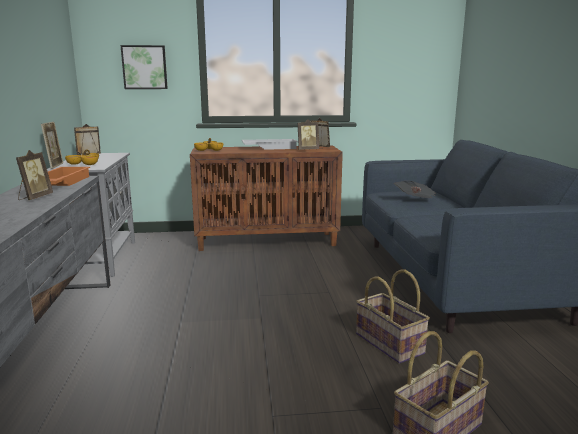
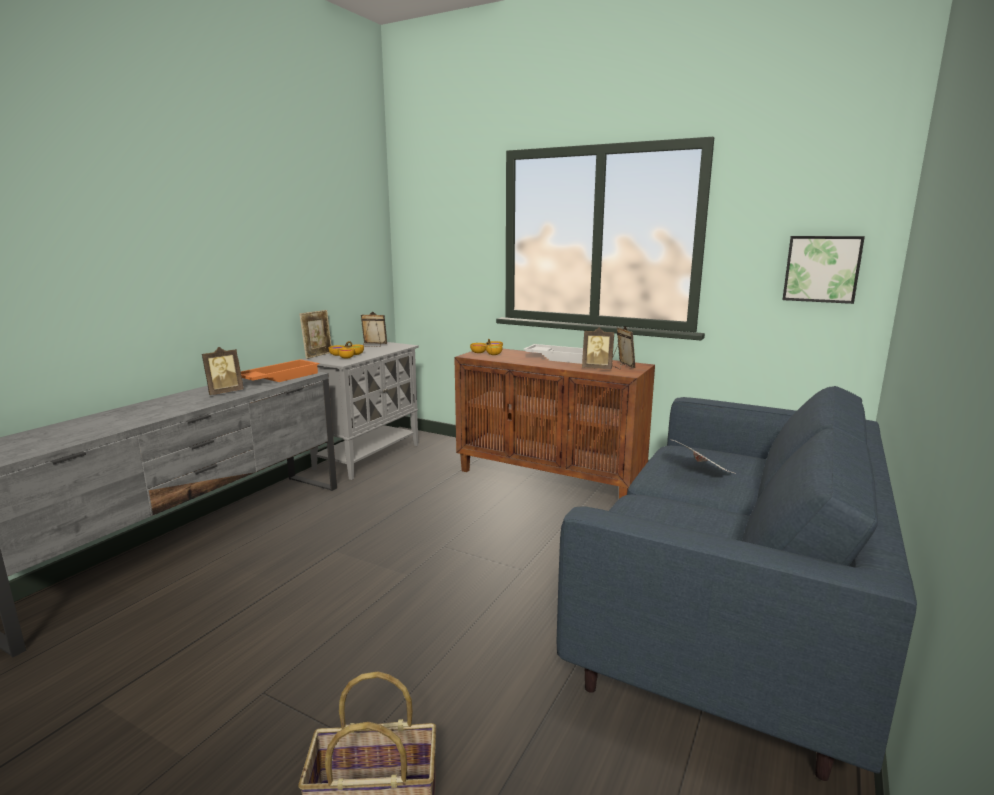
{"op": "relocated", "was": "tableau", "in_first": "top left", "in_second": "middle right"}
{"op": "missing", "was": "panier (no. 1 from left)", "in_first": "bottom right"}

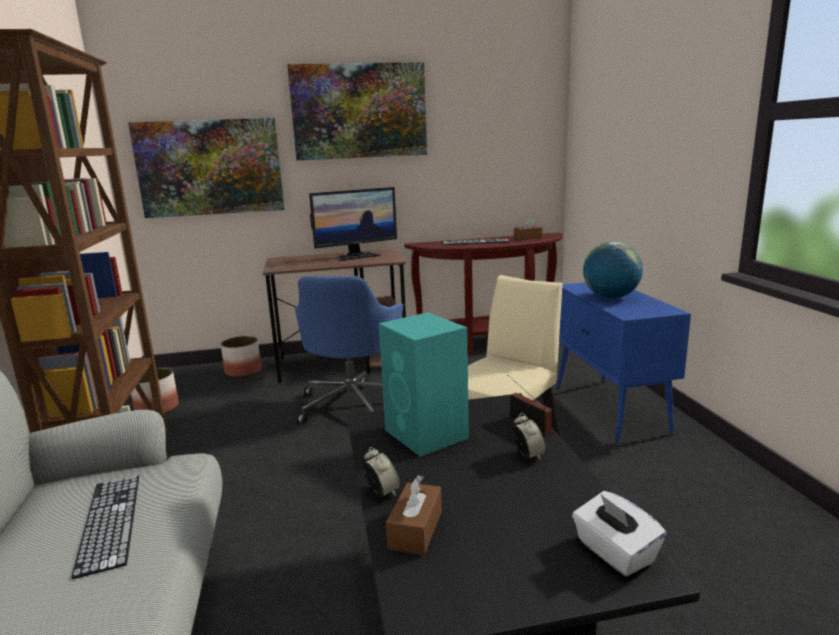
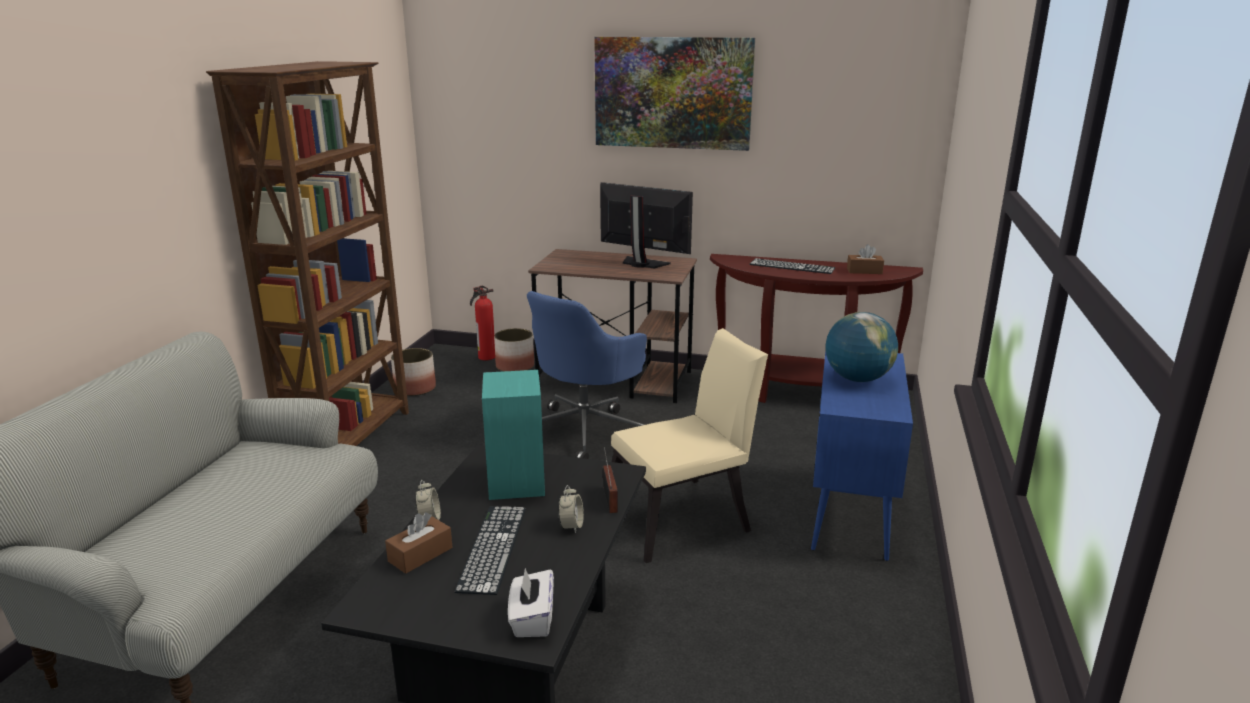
{"op": "relocated", "was": "clavier (no. 1 from left)", "in_first": "bottom left", "in_second": "bottom centre"}
{"op": "appeared", "now": "extincteur", "in_second": "centre"}
{"op": "spun", "was": "écran d'ordinateur", "in_first": "centre", "in_second": "top centre", "clockwise": -150}
{"op": "missing", "was": "tableau (no. 1 from left)", "in_first": "top left"}

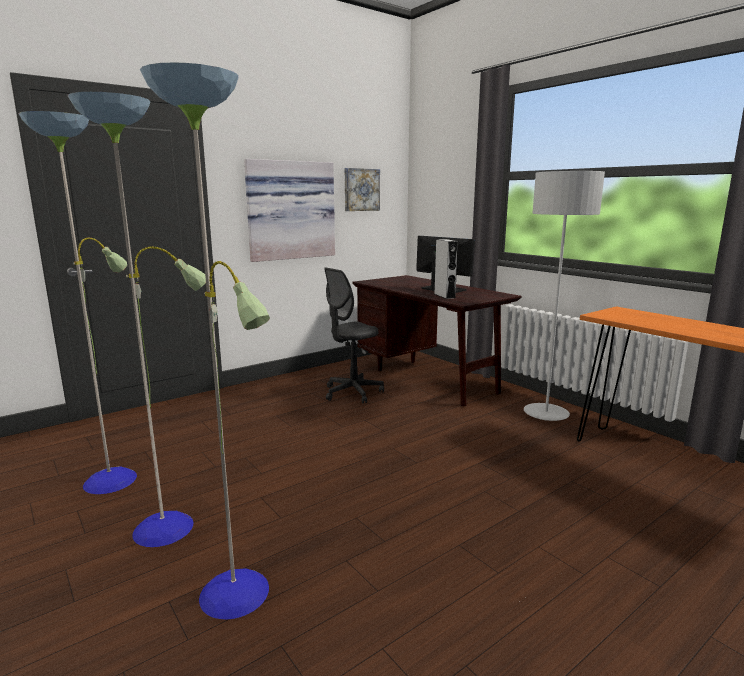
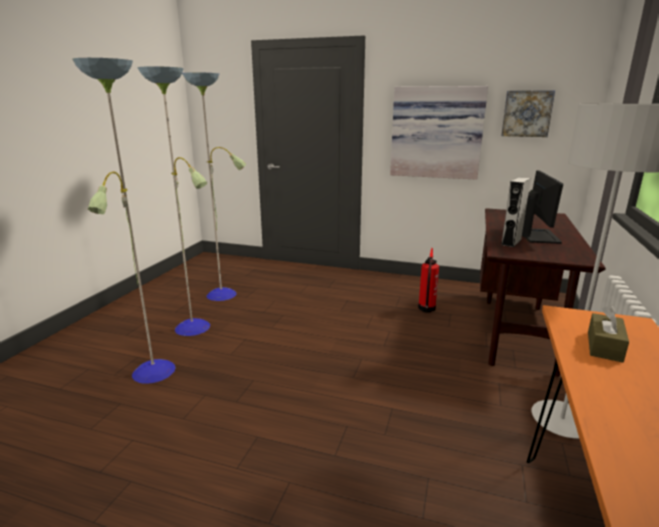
{"op": "exchanged", "was": "chaise de bureau/gris", "now": "extincteur", "in_first": "centre", "in_second": "centre"}
{"op": "appeared", "now": "boîte à mouchoirs/marron", "in_second": "middle right"}

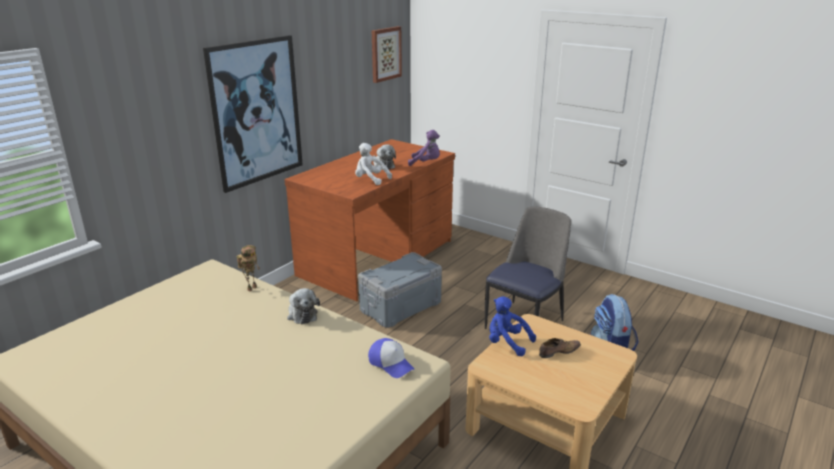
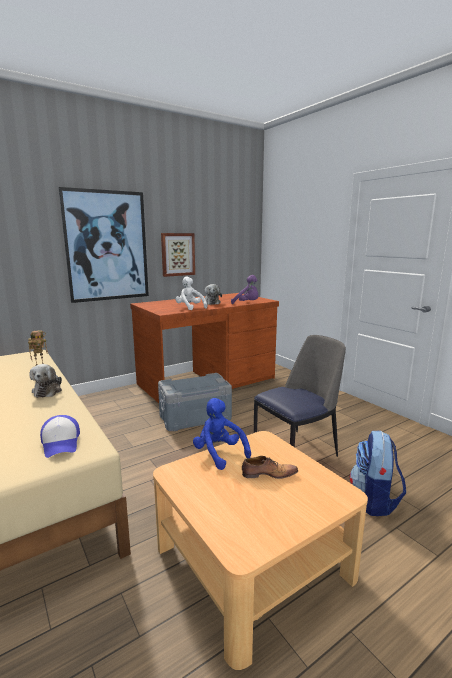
{"op": "relocated", "was": "tableau (no. 2 from left)", "in_first": "top centre", "in_second": "centre"}

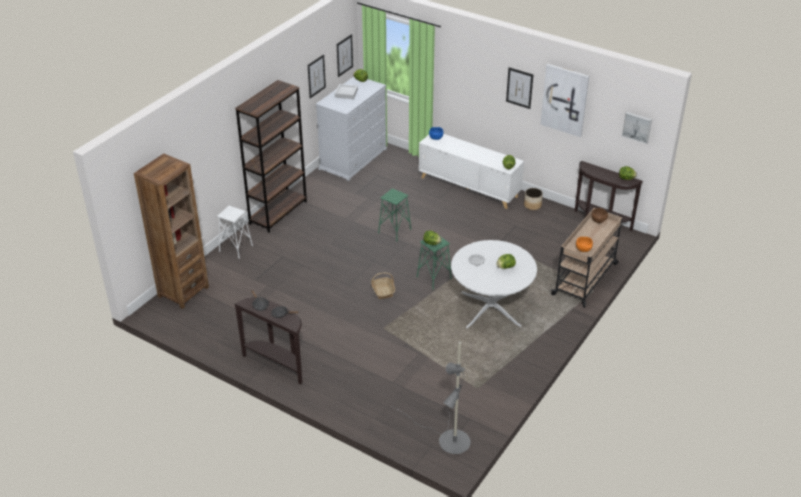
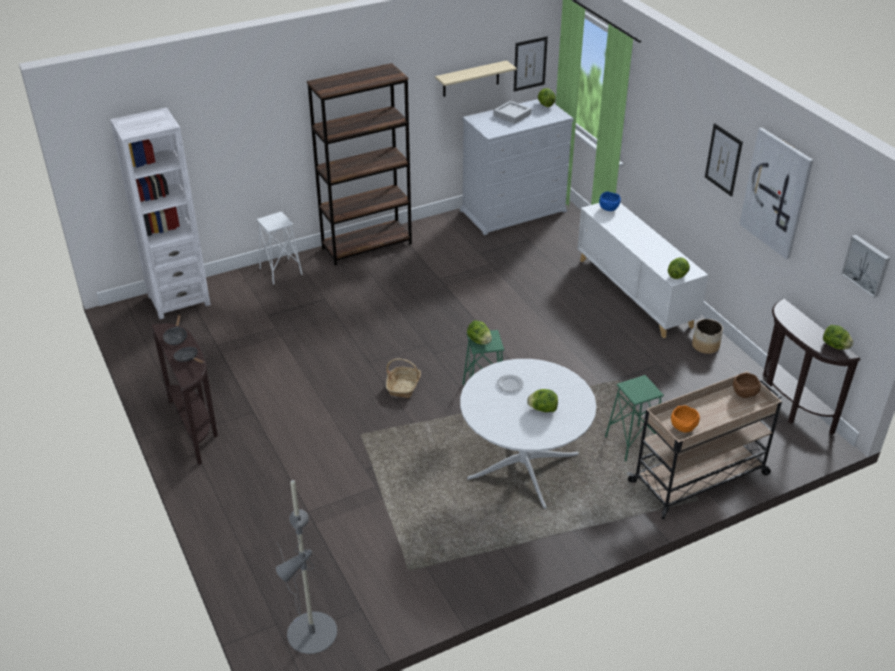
{"op": "colour", "was": "bibliothèque/marron (no. 1 from left)", "now": "bibliothèque/blanc", "in_first": "middle left", "in_second": "top left"}
{"op": "exchanged", "was": "tableau (no. 1 from left)", "now": "étagère/beige", "in_first": "top centre", "in_second": "top centre"}
{"op": "relocated", "was": "tabouret/vert (no. 1 from left in the first image)", "now": "tabouret/vert (no. 2 from left)", "in_first": "centre", "in_second": "middle right"}

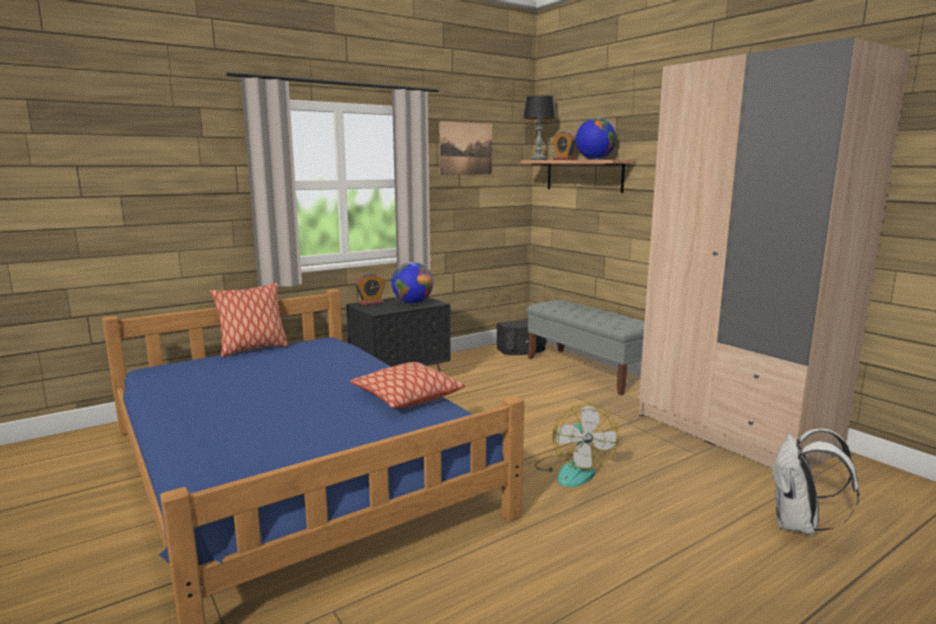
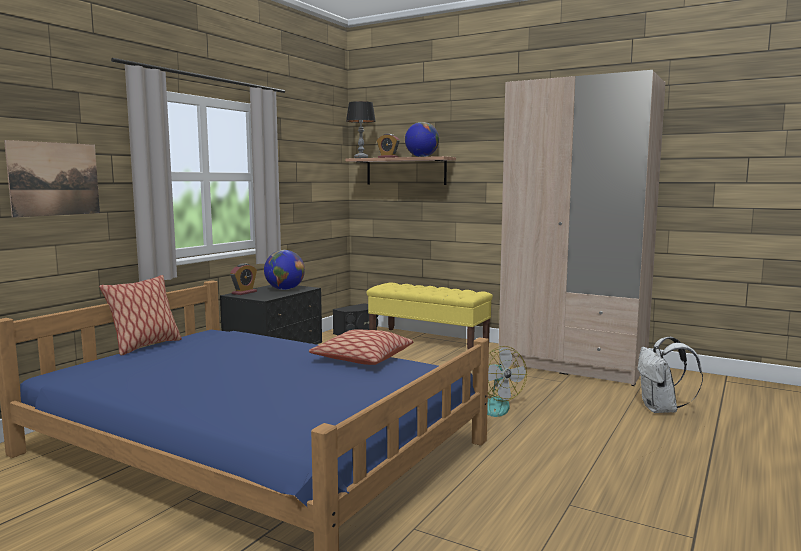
{"op": "relocated", "was": "tableau", "in_first": "top centre", "in_second": "top left"}
{"op": "colour", "was": "banc/gris", "now": "banc/jaune", "in_first": "centre", "in_second": "centre"}

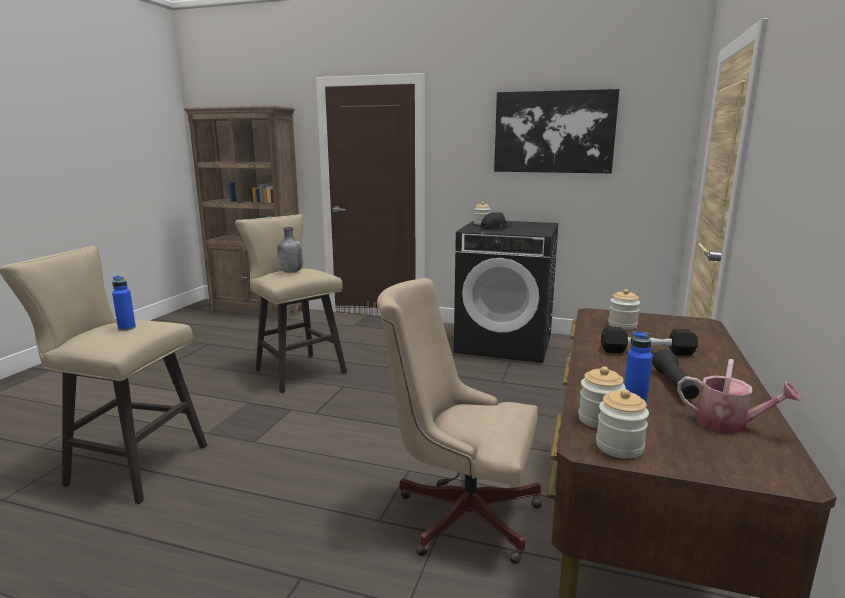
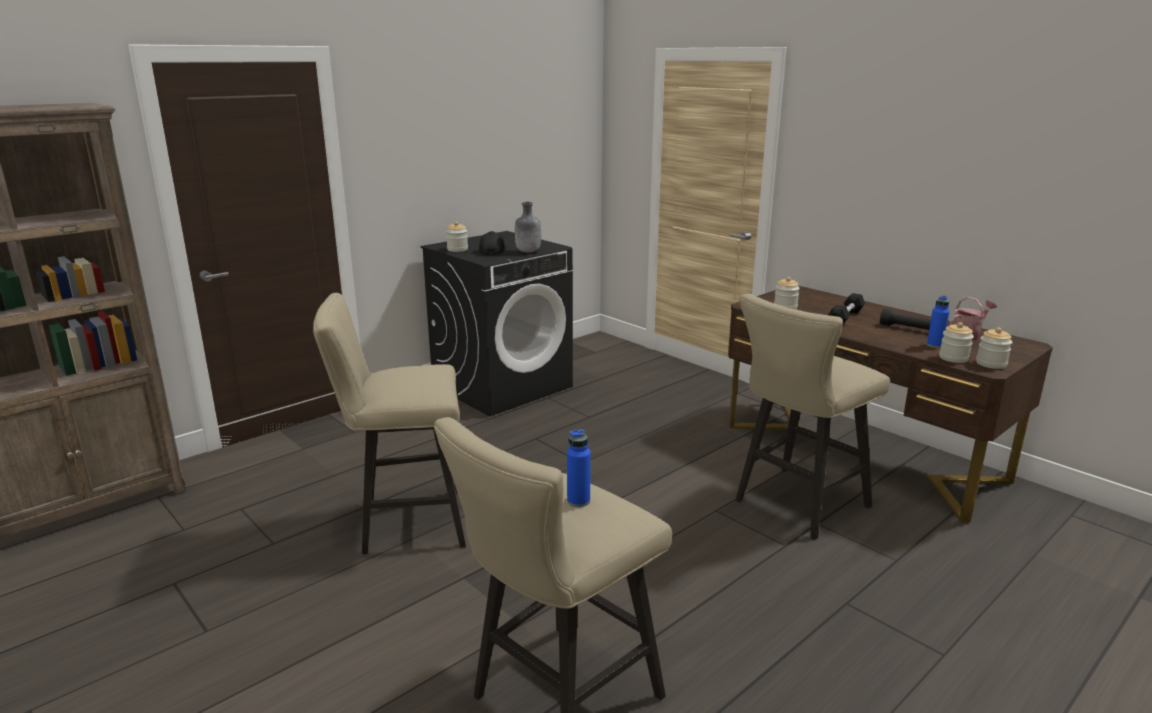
{"op": "relocated", "was": "bouteille/gris", "in_first": "centre", "in_second": "top centre"}
{"op": "exchanged", "was": "chaise de bureau/beige", "now": "tabouret/beige (no. 3 from left)", "in_first": "bottom centre", "in_second": "middle right"}
{"op": "missing", "was": "tableau", "in_first": "top centre"}

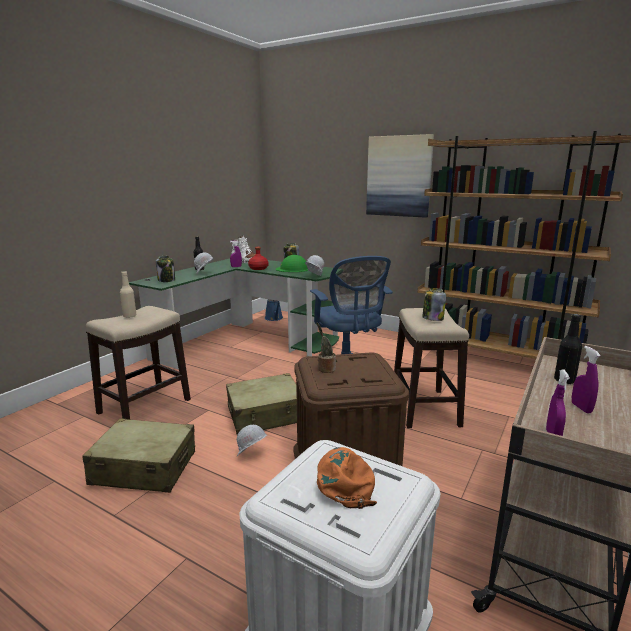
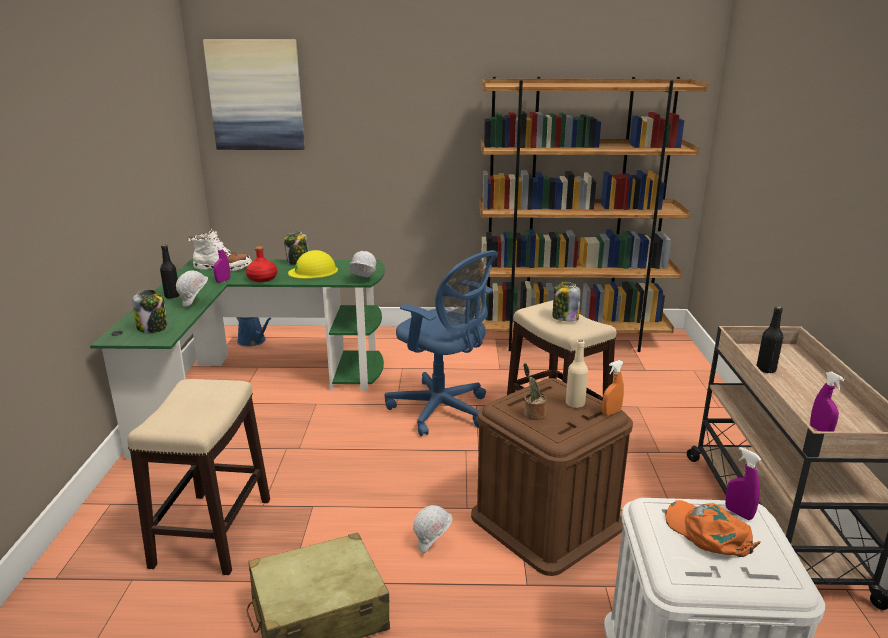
{"op": "relocated", "was": "tableau", "in_first": "top centre", "in_second": "top left"}
{"op": "colour", "was": "casque de chantier/vert", "now": "casque de chantier/jaune", "in_first": "centre", "in_second": "centre"}
{"op": "relocated", "was": "bouteille/beige", "in_first": "middle left", "in_second": "centre"}
{"op": "appeared", "now": "vaporisateur/orange", "in_second": "middle right"}
{"op": "relocated", "was": "vaporisateur/violet (no. 3 from left in the first image)", "now": "vaporisateur/violet (no. 2 from left)", "in_first": "middle right", "in_second": "bottom right"}
{"op": "missing", "was": "valise/beige (no. 2 from left)", "in_first": "centre"}

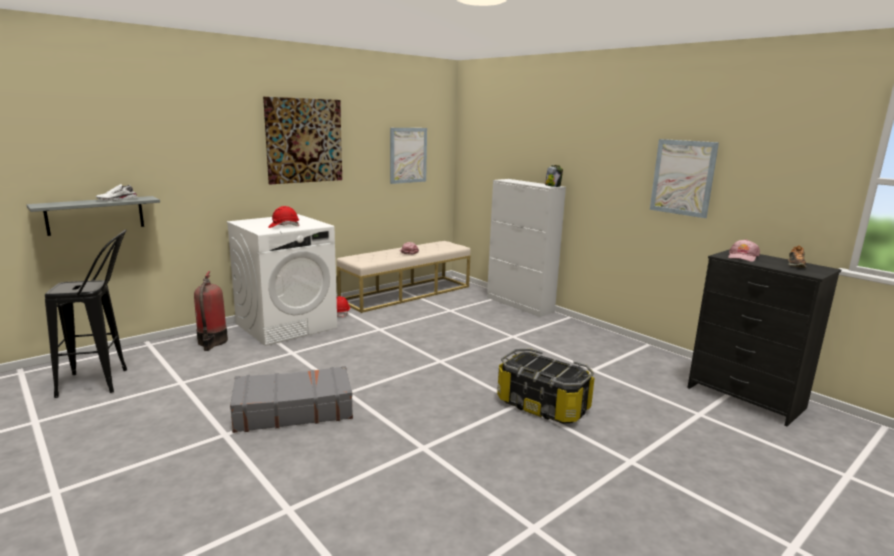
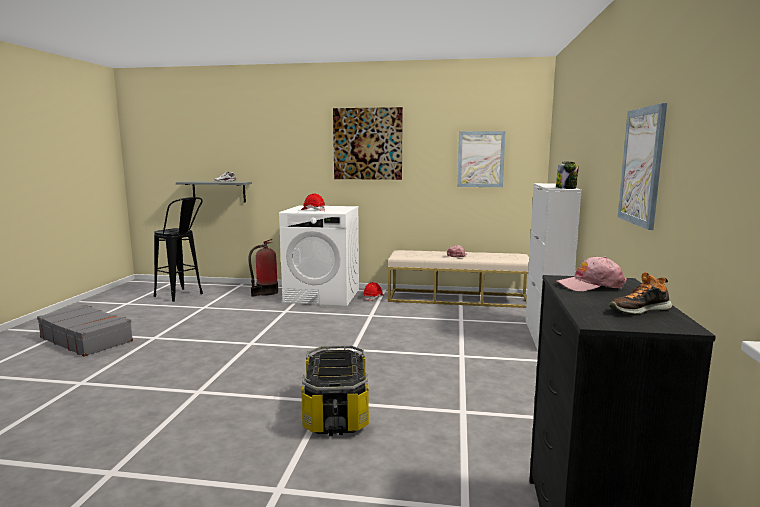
{"op": "relocated", "was": "valise/gris", "in_first": "bottom left", "in_second": "middle left"}

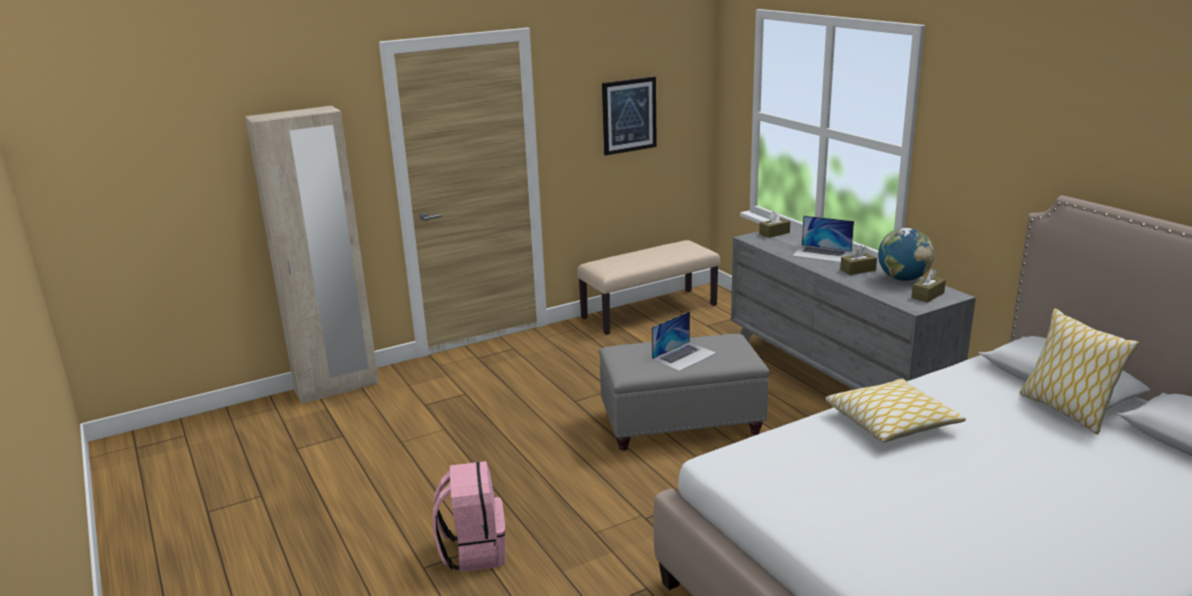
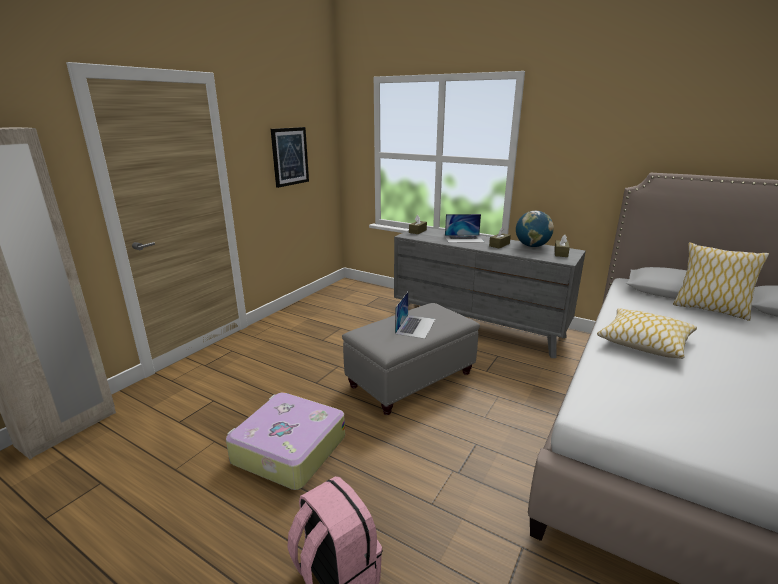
{"op": "appeared", "now": "valise", "in_second": "bottom centre"}
{"op": "missing", "was": "banc/beige", "in_first": "centre"}

